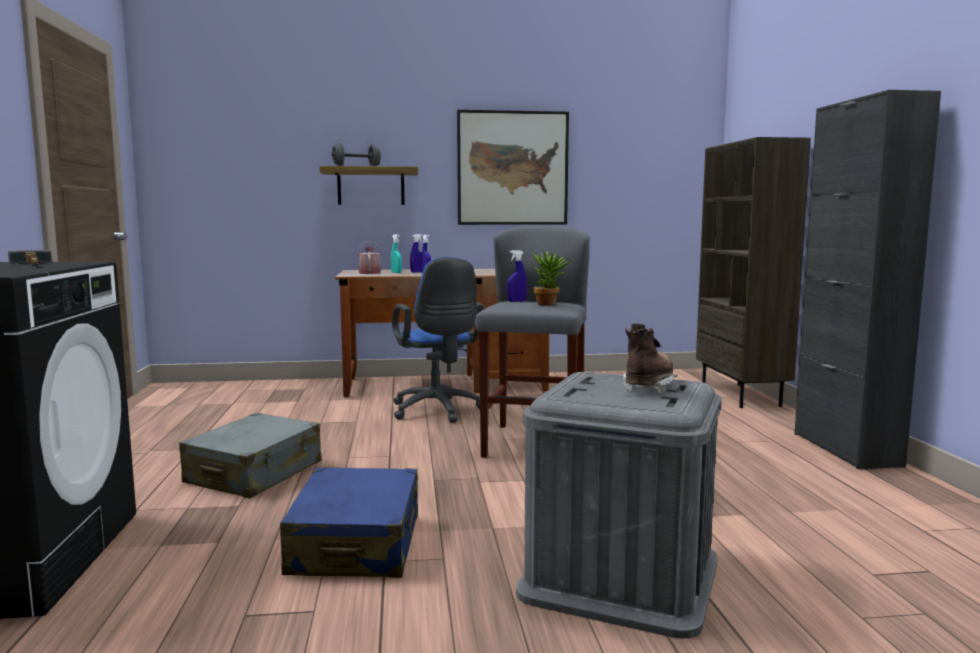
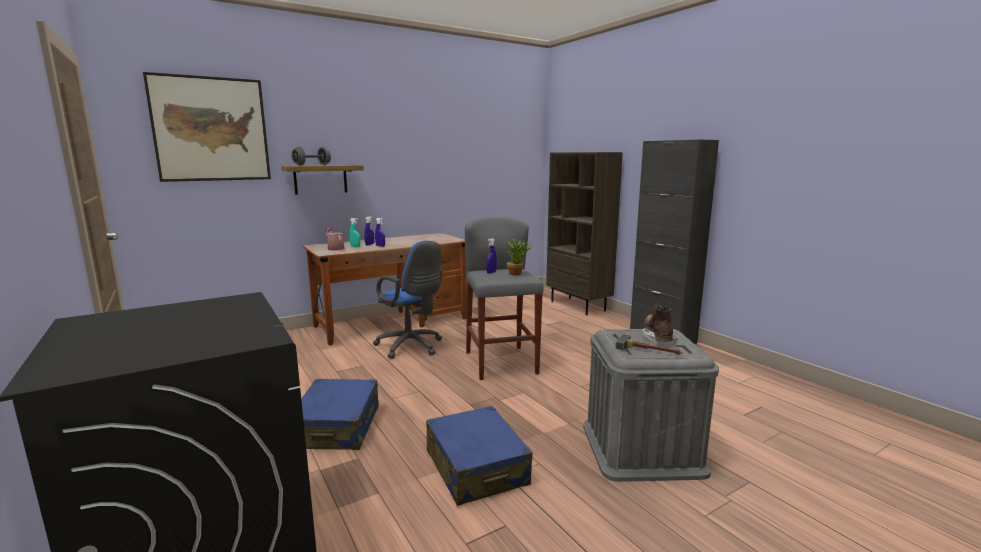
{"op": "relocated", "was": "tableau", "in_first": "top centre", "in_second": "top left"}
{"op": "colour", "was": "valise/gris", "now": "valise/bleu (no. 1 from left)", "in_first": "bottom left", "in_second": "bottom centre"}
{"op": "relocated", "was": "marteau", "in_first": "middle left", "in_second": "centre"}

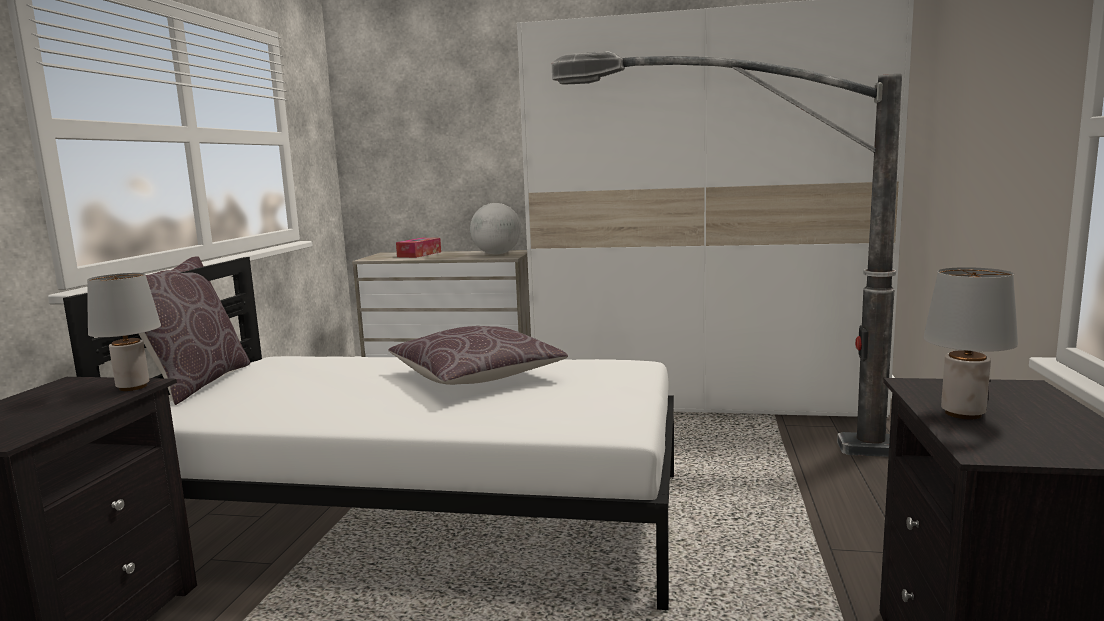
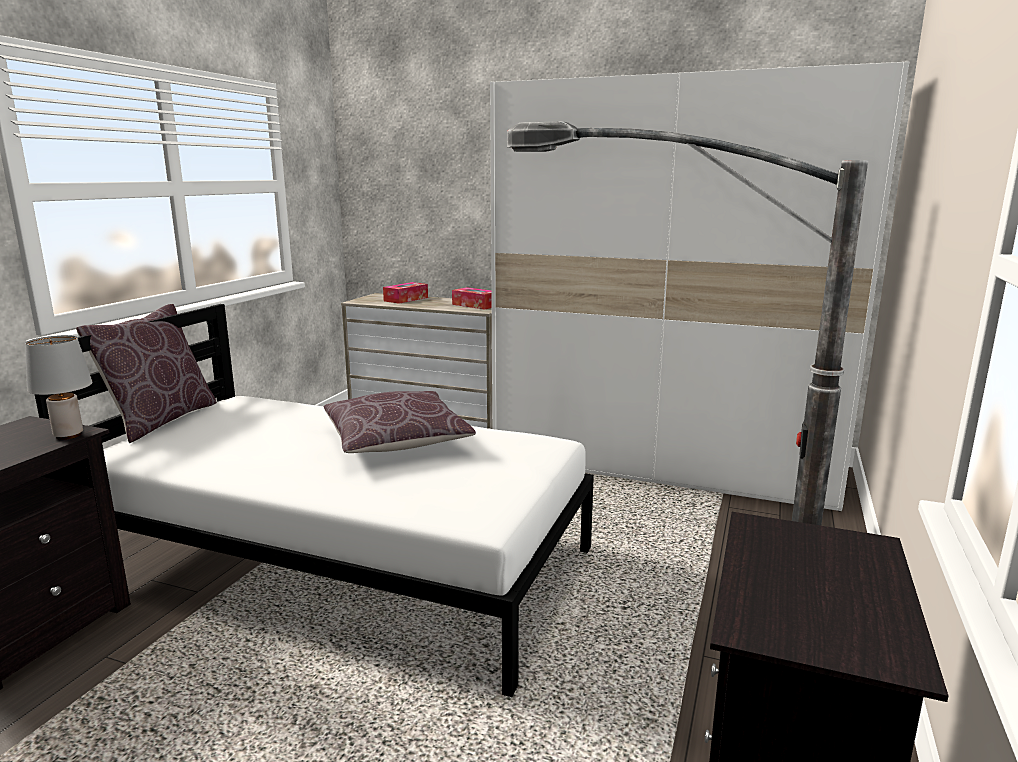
{"op": "exchanged", "was": "globe", "now": "boîte à mouchoirs (no. 2 from left)", "in_first": "centre", "in_second": "centre"}
{"op": "missing", "was": "lampe de table/gris (no. 2 from left)", "in_first": "middle right"}

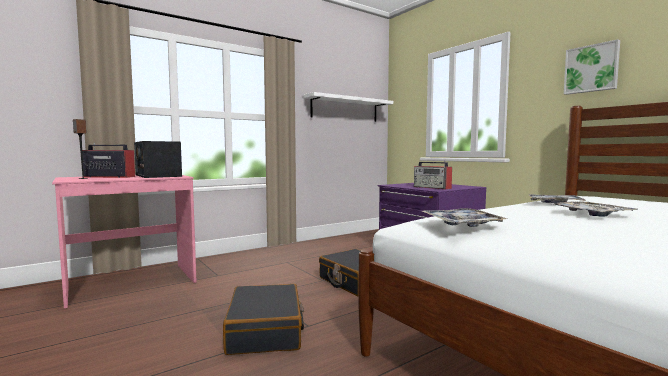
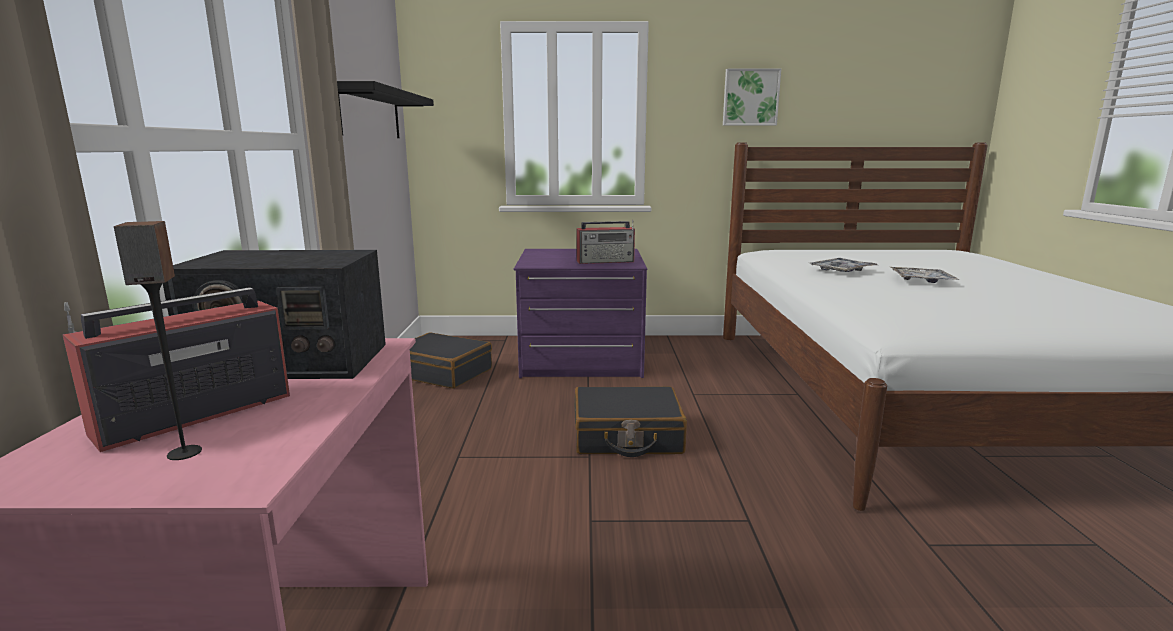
{"op": "colour", "was": "étagère/blanc", "now": "étagère/noir", "in_first": "top centre", "in_second": "top left"}
{"op": "relocated", "was": "valise/noir (no. 1 from left)", "in_first": "bottom centre", "in_second": "centre"}
{"op": "missing", "was": "plateau (no. 1 from left)", "in_first": "middle right"}

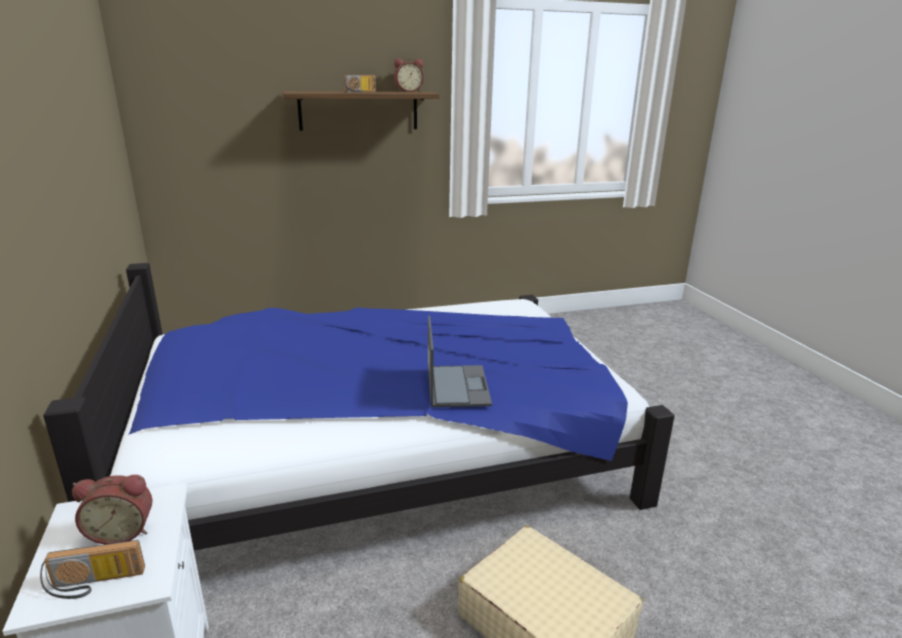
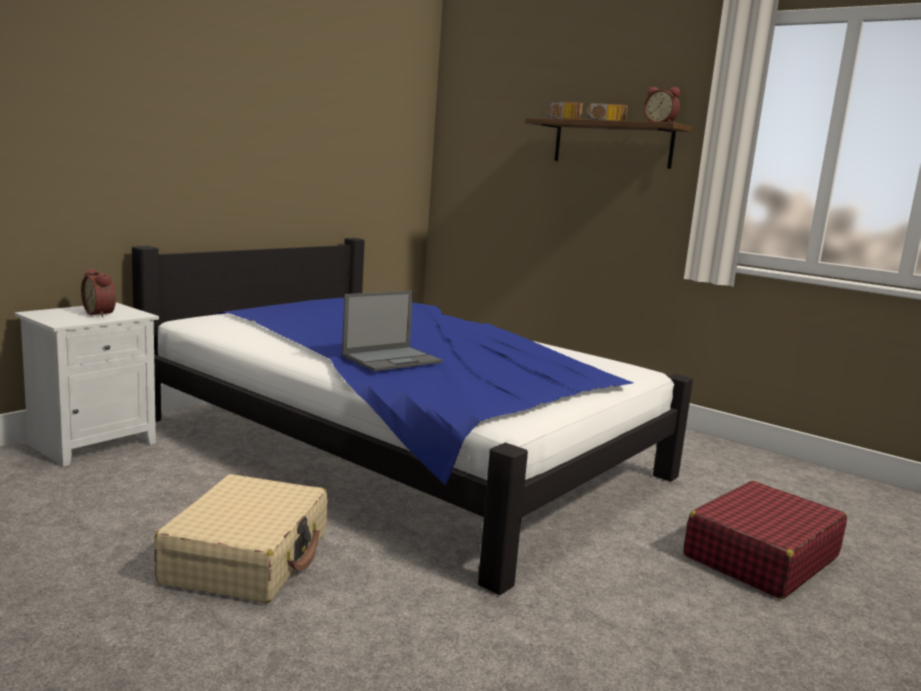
{"op": "relocated", "was": "radio (no. 1 from left)", "in_first": "bottom left", "in_second": "top centre"}
{"op": "appeared", "now": "valise/rouge", "in_second": "bottom right"}

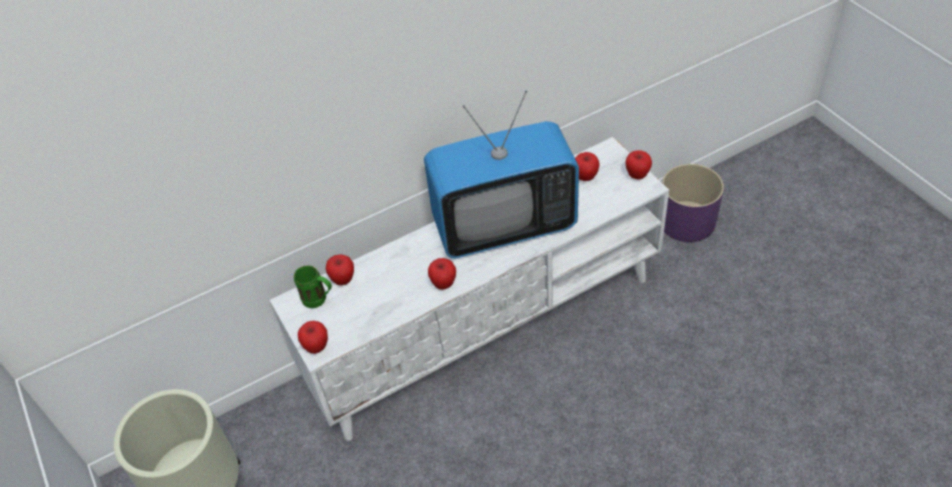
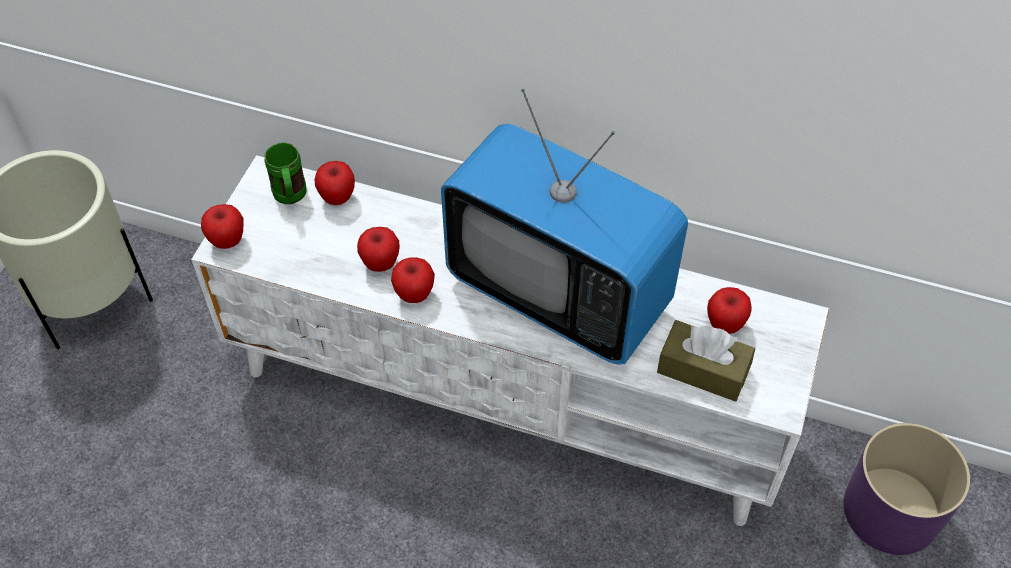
{"op": "relocated", "was": "pomme (no. 5 from left in the first image)", "now": "pomme (no. 3 from left)", "in_first": "middle right", "in_second": "centre"}
{"op": "appeared", "now": "boîte à mouchoirs/marron", "in_second": "middle right"}

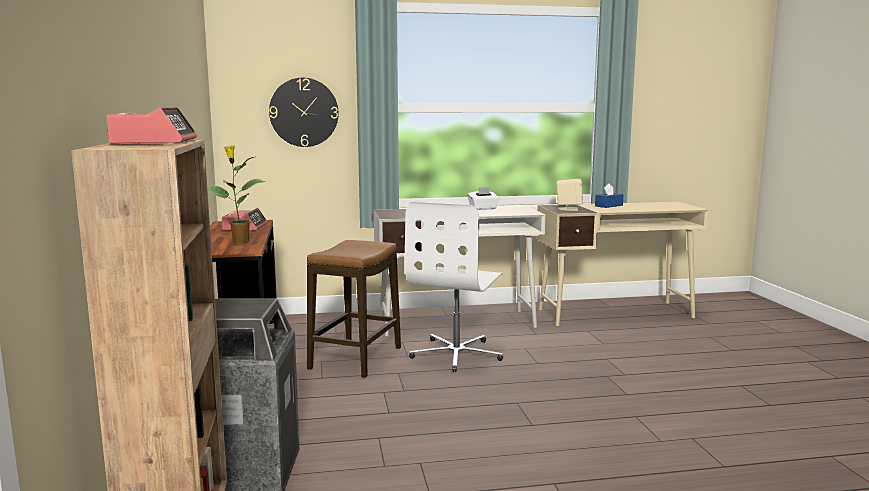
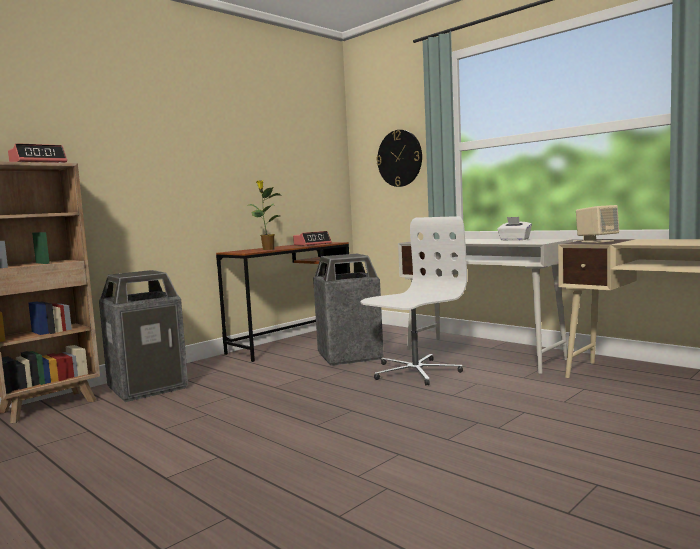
{"op": "exchanged", "was": "tabouret", "now": "poubelle (no. 2 from left)", "in_first": "centre", "in_second": "centre"}
{"op": "spun", "was": "chaise de bureau/blanc", "in_first": "centre", "in_second": "centre", "clockwise": 150}
{"op": "missing", "was": "boîte à mouchoirs/bleu", "in_first": "middle right"}

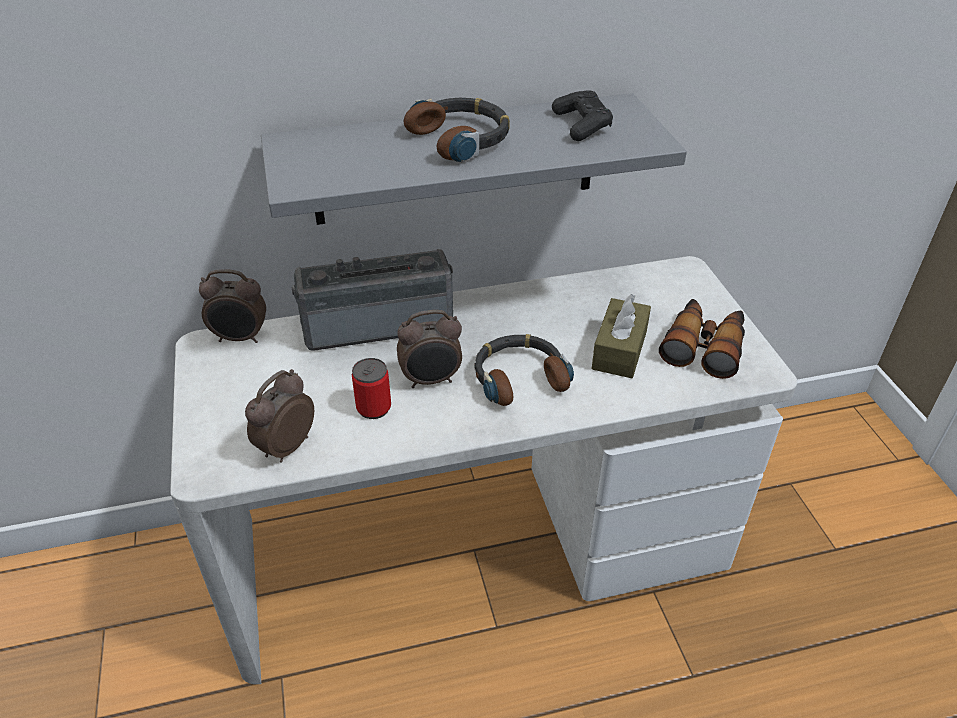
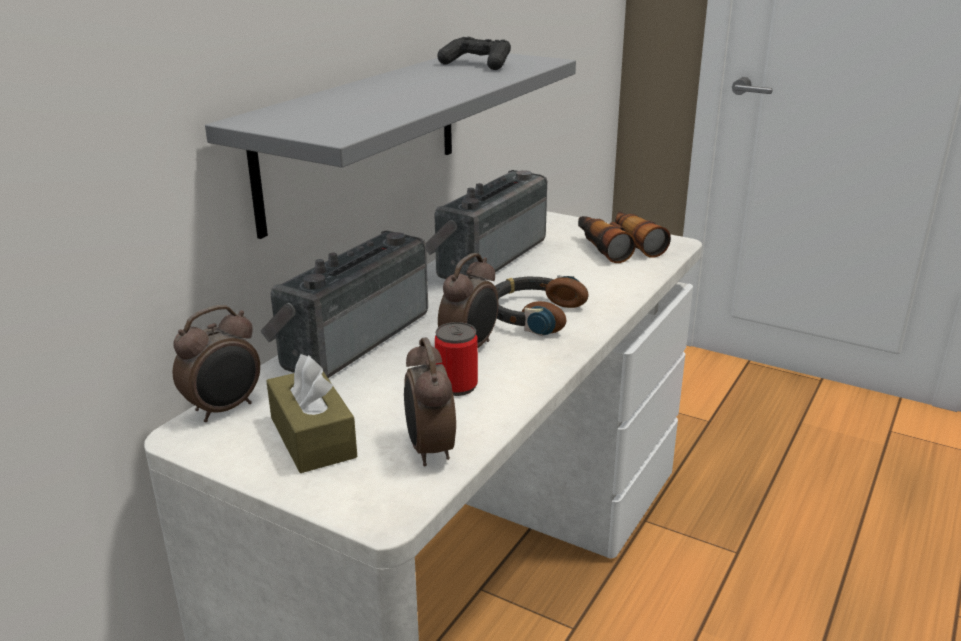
{"op": "relocated", "was": "boîte à mouchoirs/marron", "in_first": "centre", "in_second": "middle left"}
{"op": "appeared", "now": "radio (no. 2 from left)", "in_second": "centre"}
{"op": "missing", "was": "casque audio (no. 1 from left)", "in_first": "top centre"}

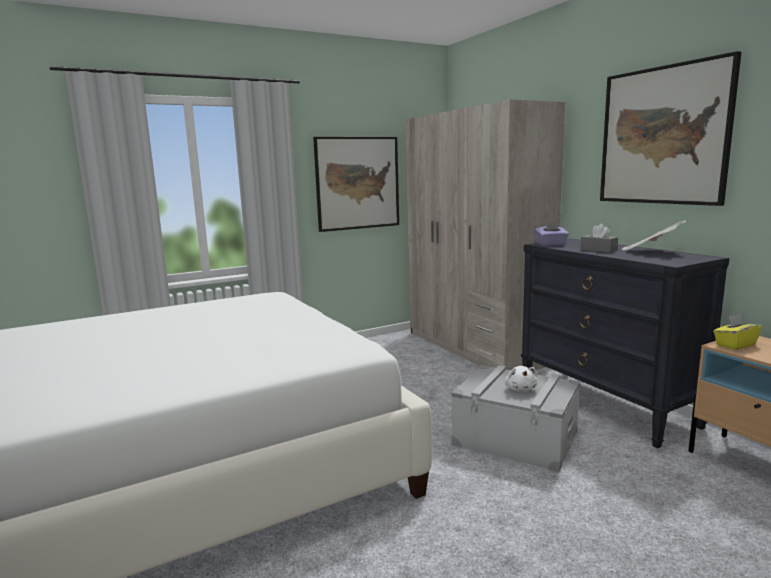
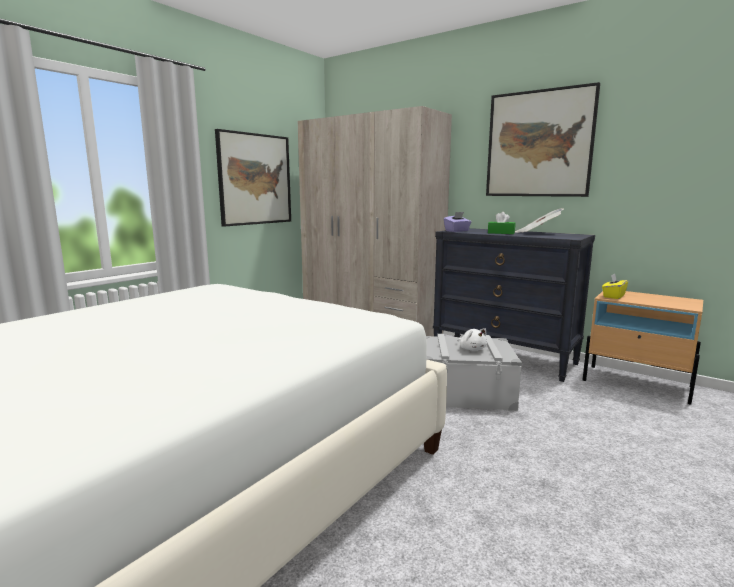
{"op": "colour", "was": "boîte à mouchoirs/gris", "now": "boîte à mouchoirs/vert", "in_first": "middle right", "in_second": "middle right"}

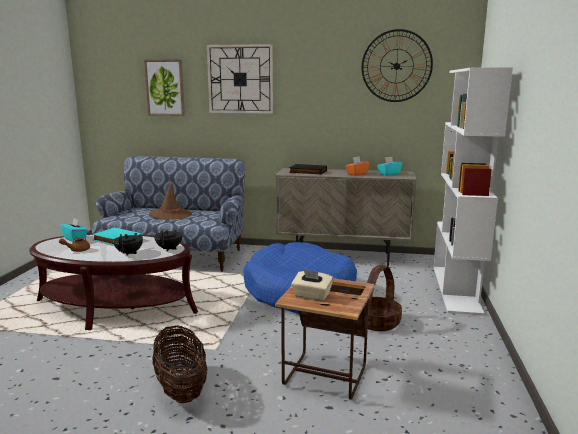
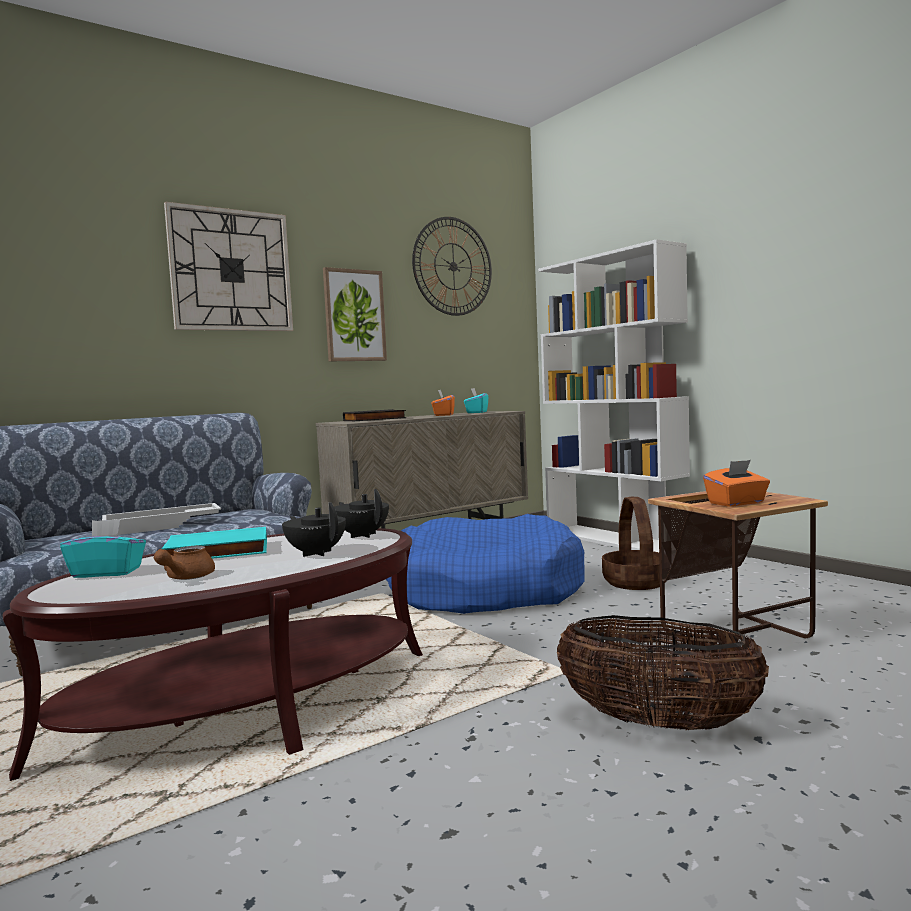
{"op": "exchanged", "was": "chapeau/marron", "now": "plateau/blanc", "in_first": "middle left", "in_second": "middle left"}
{"op": "relocated", "was": "tableau", "in_first": "top left", "in_second": "centre"}
{"op": "colour", "was": "boîte à mouchoirs/beige", "now": "boîte à mouchoirs/orange (no. 2 from left)", "in_first": "centre", "in_second": "middle right"}

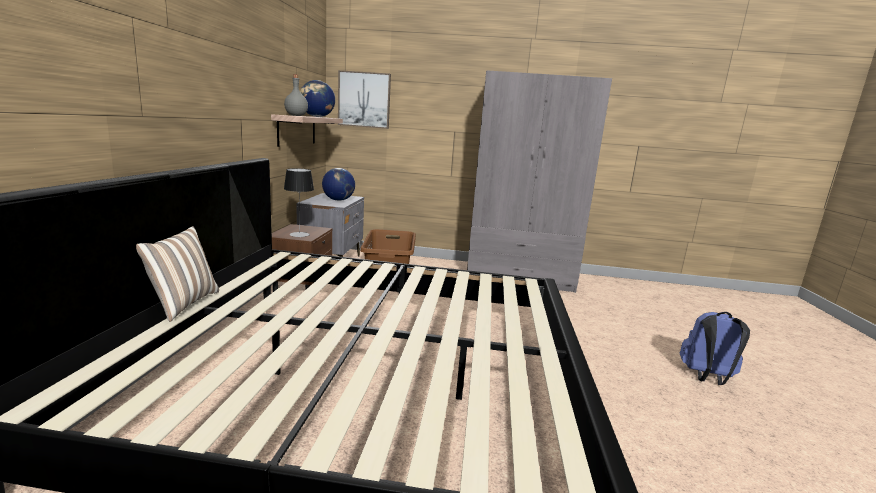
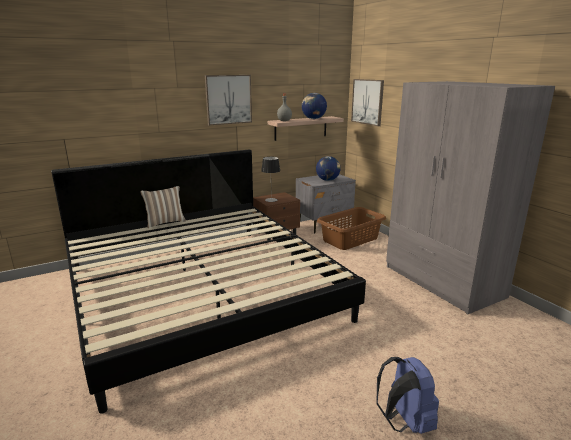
{"op": "appeared", "now": "tableau (no. 1 from left)", "in_second": "top centre"}

